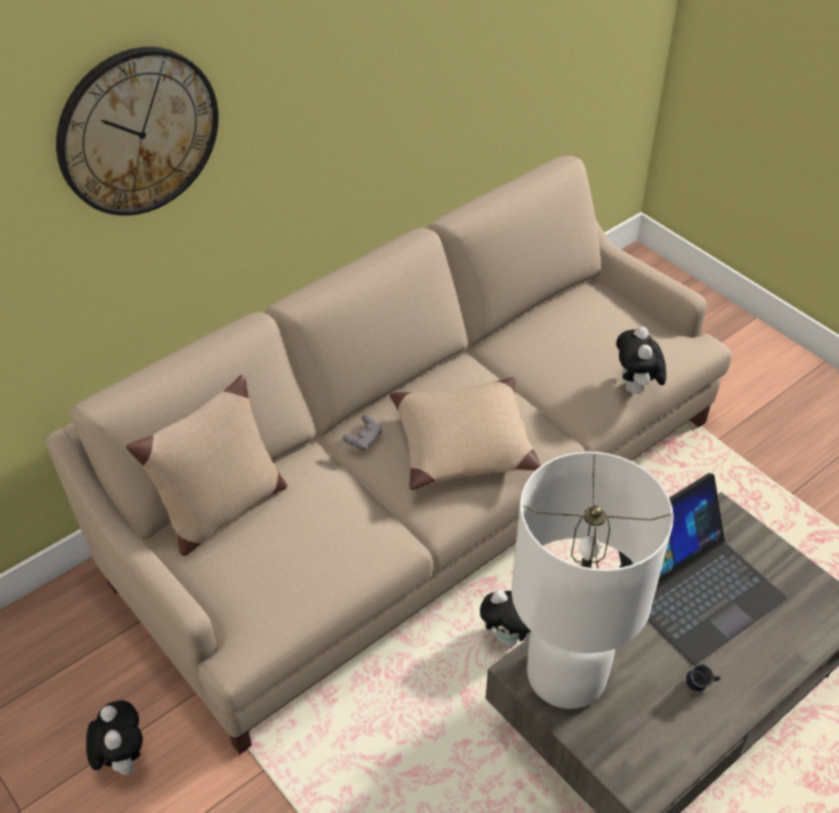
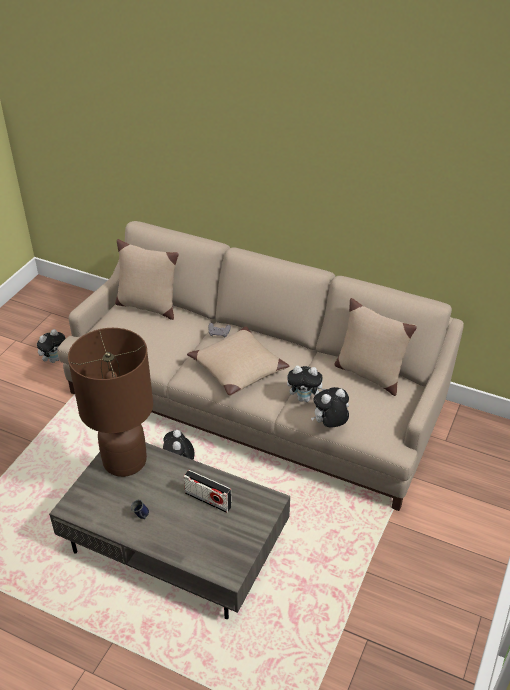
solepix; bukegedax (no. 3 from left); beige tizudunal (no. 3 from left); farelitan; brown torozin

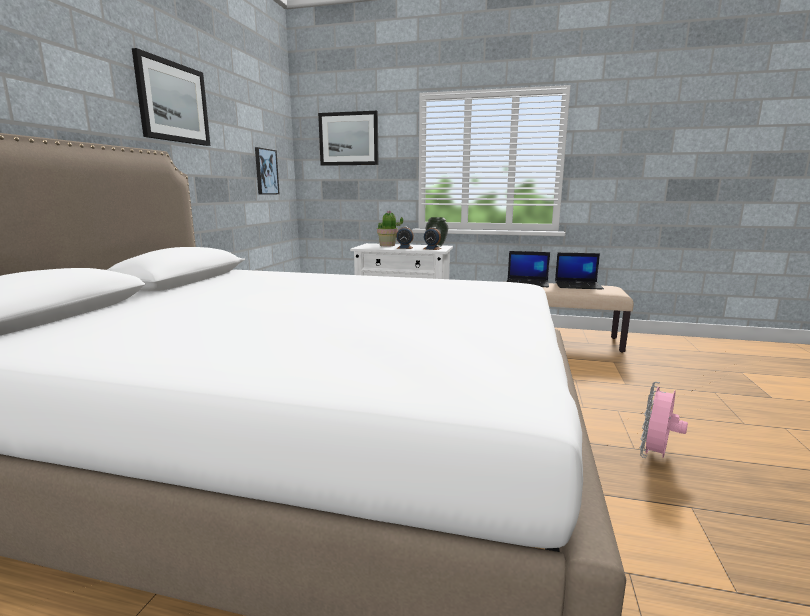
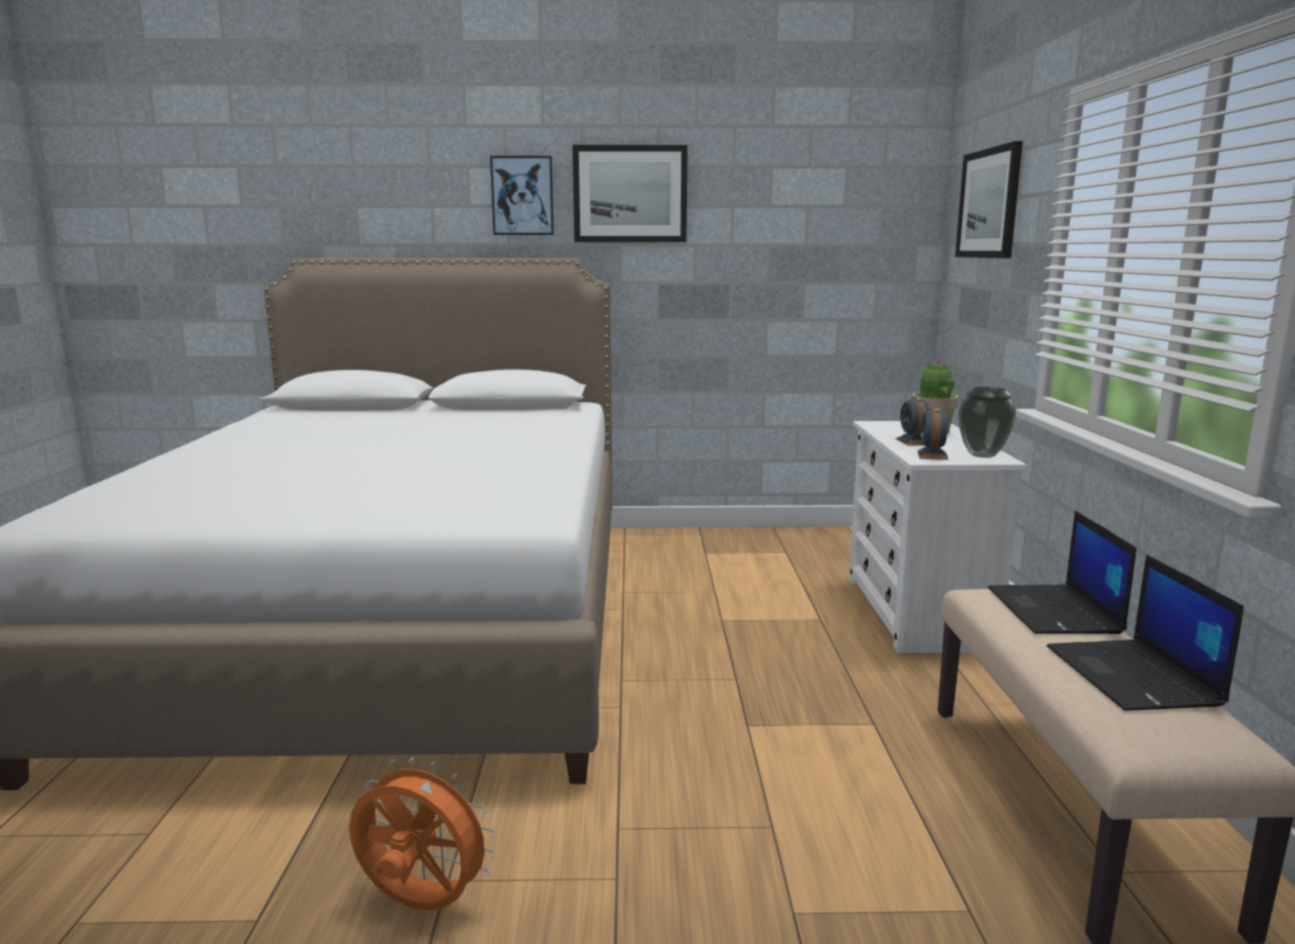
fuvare (no. 1 from left); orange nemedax

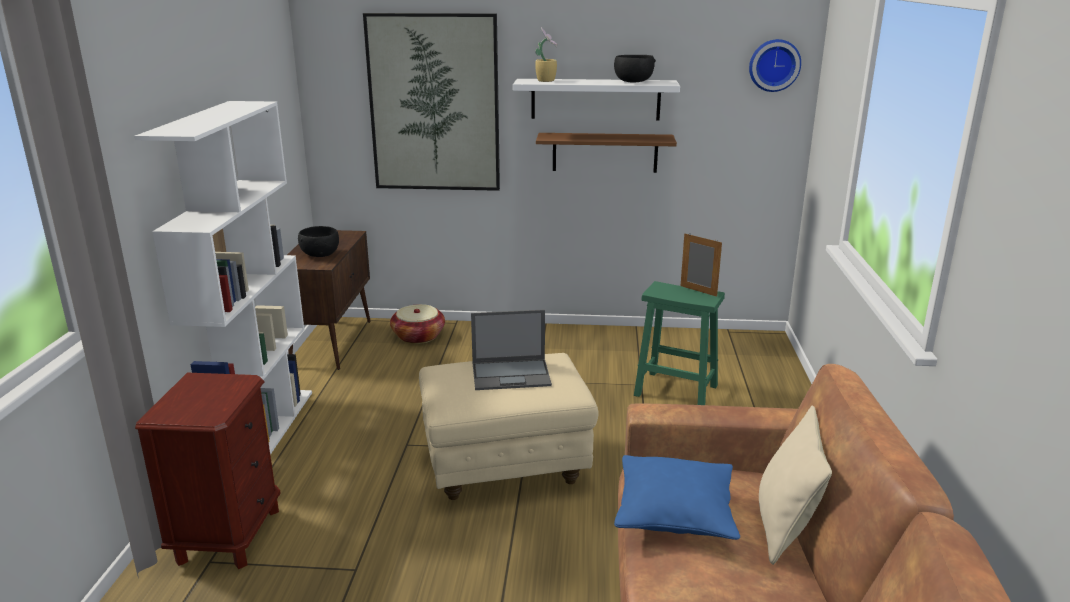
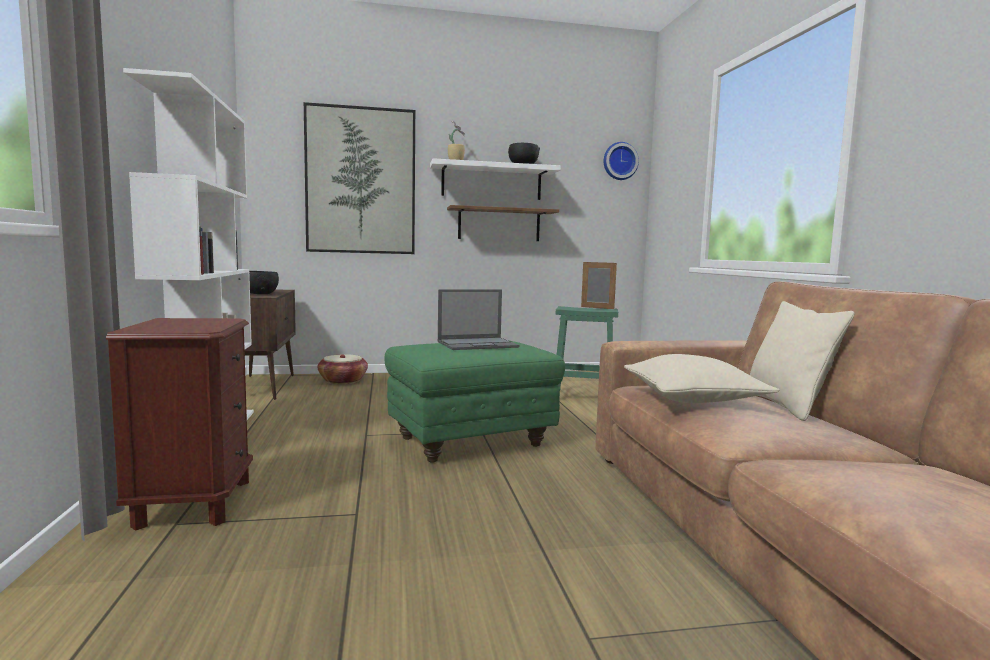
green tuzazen; beige tizudunal (no. 1 from left)

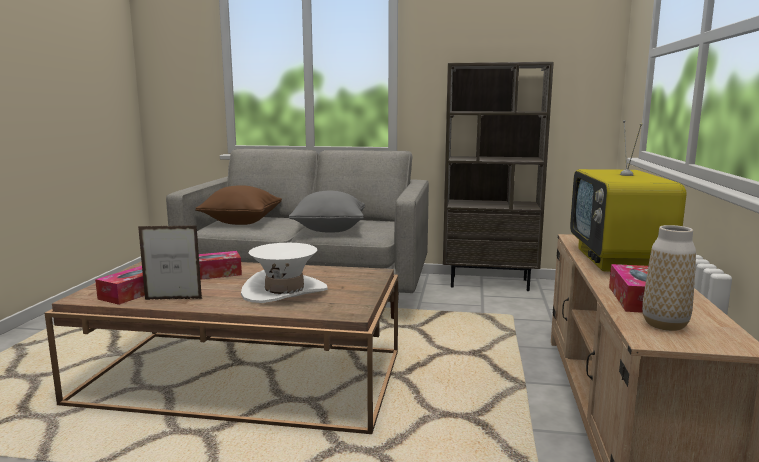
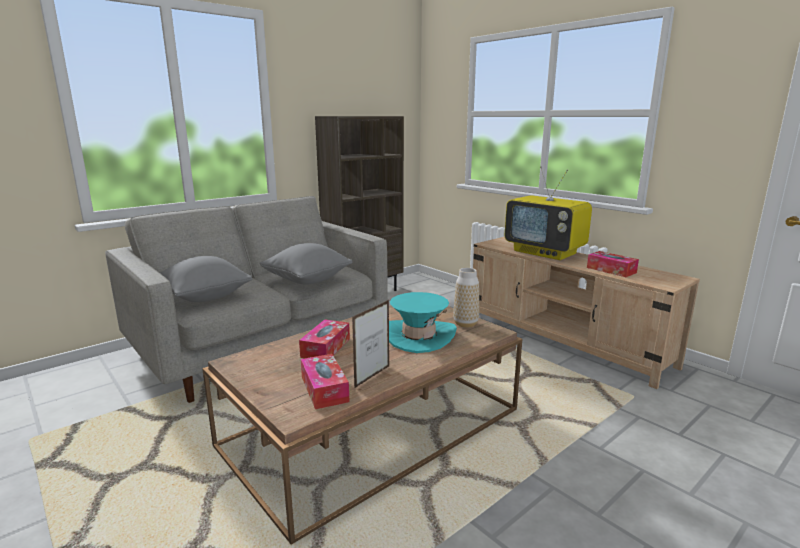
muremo; grey tizudunal (no. 1 from left); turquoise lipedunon

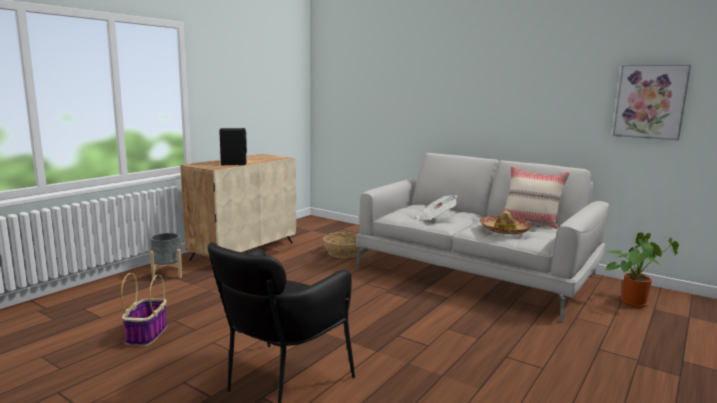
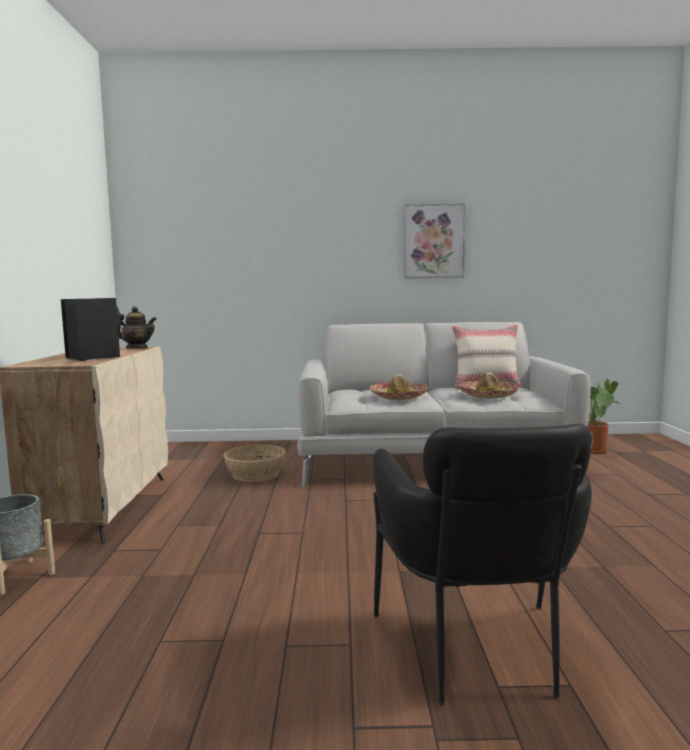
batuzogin (no. 1 from left in the first image); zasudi; fuvare; lipedunon (no. 1 from left)

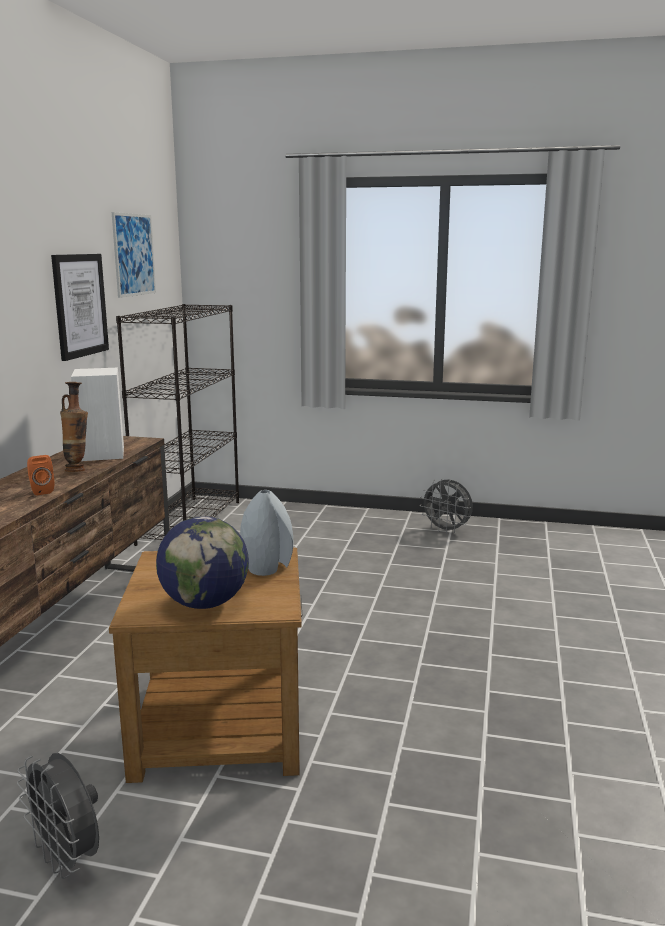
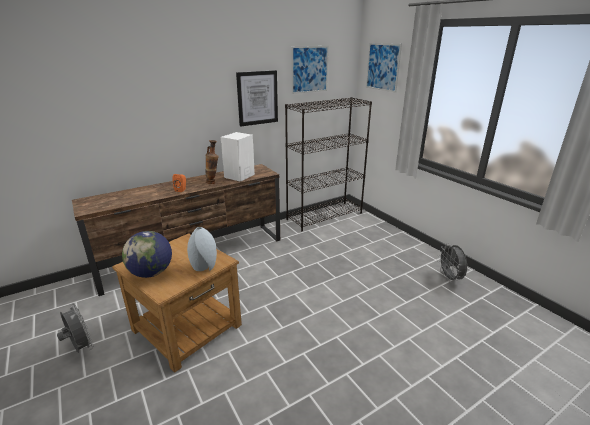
fuvare (no. 3 from left); grey nemedax (no. 1 from left)

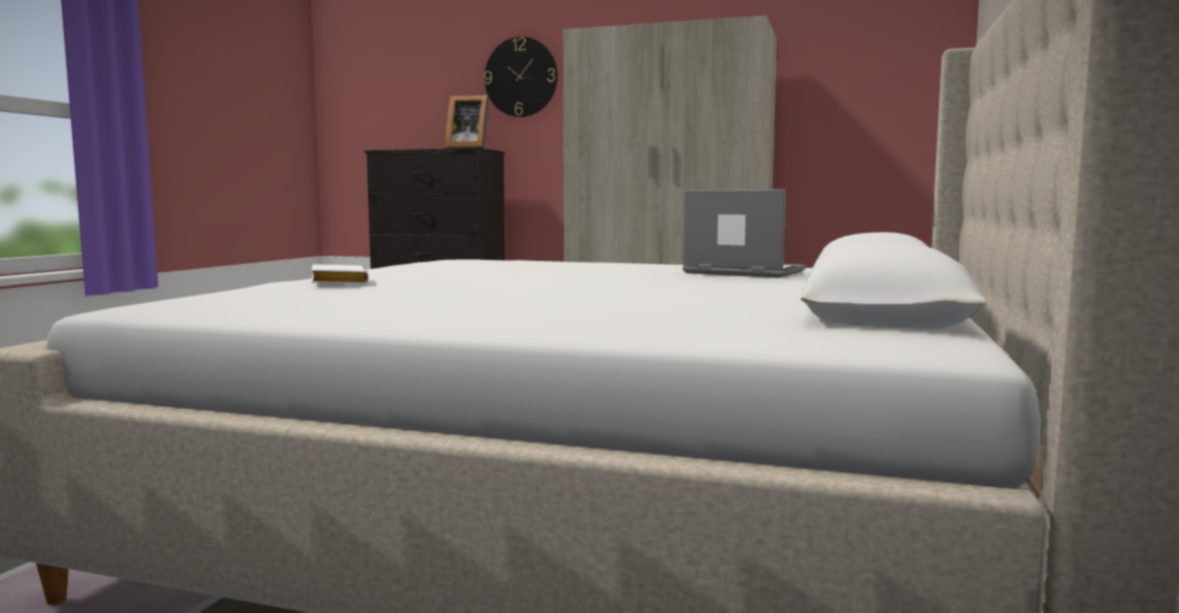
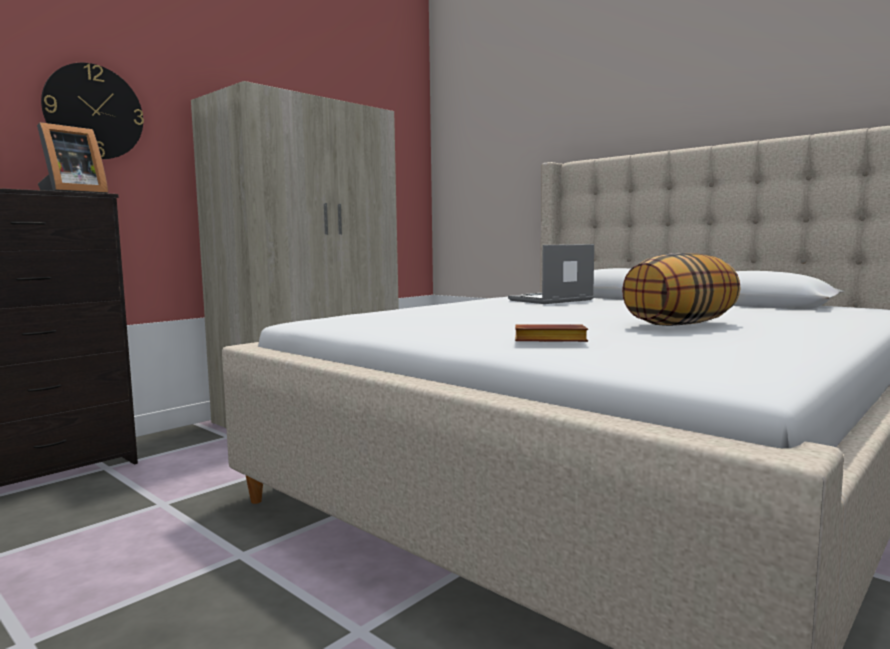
tizudunal; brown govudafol

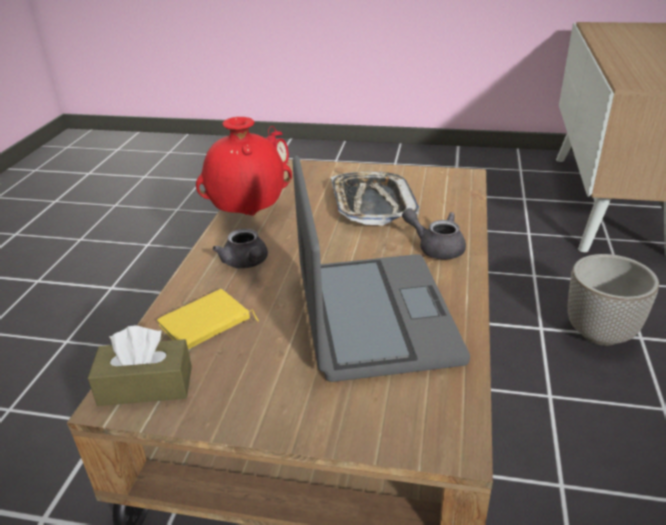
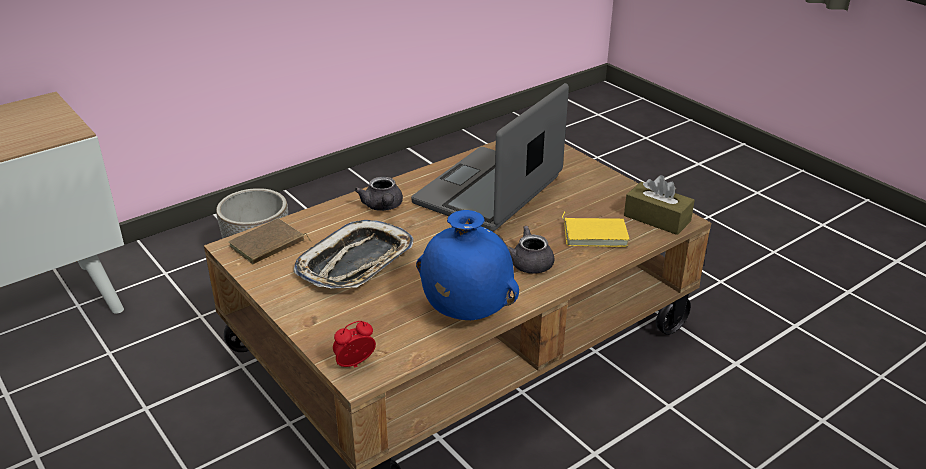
brown govudafol; blue muremo; grey zasudi (no. 2 from left)

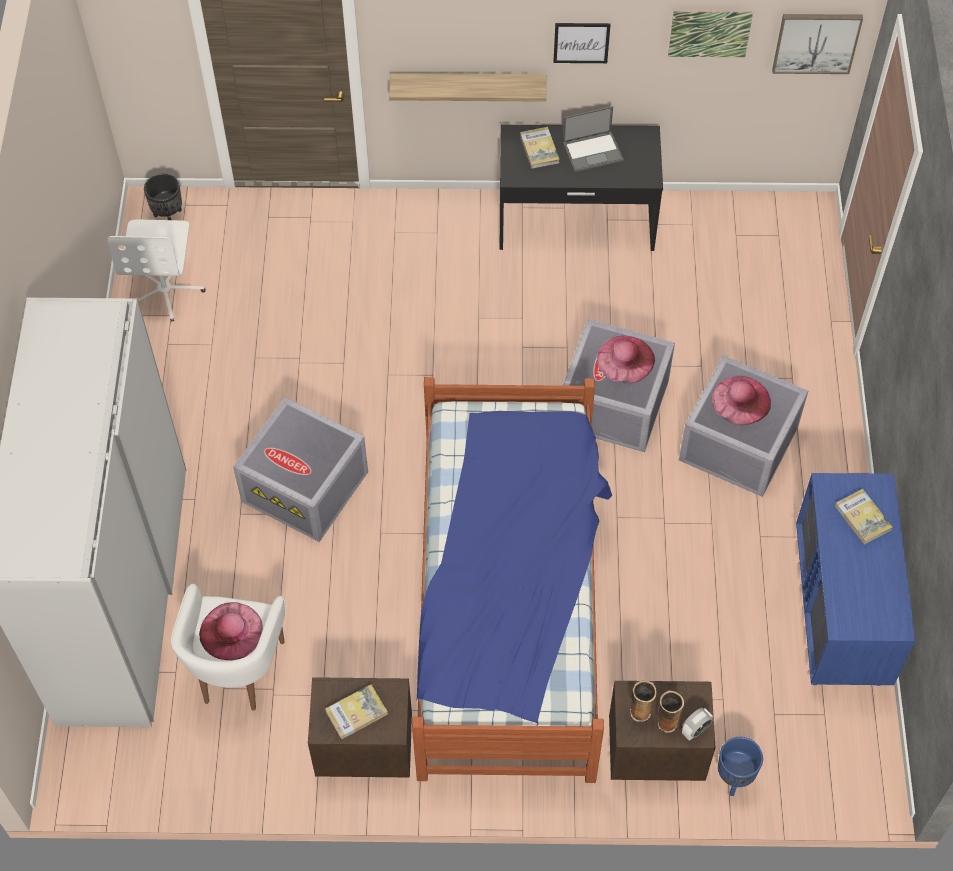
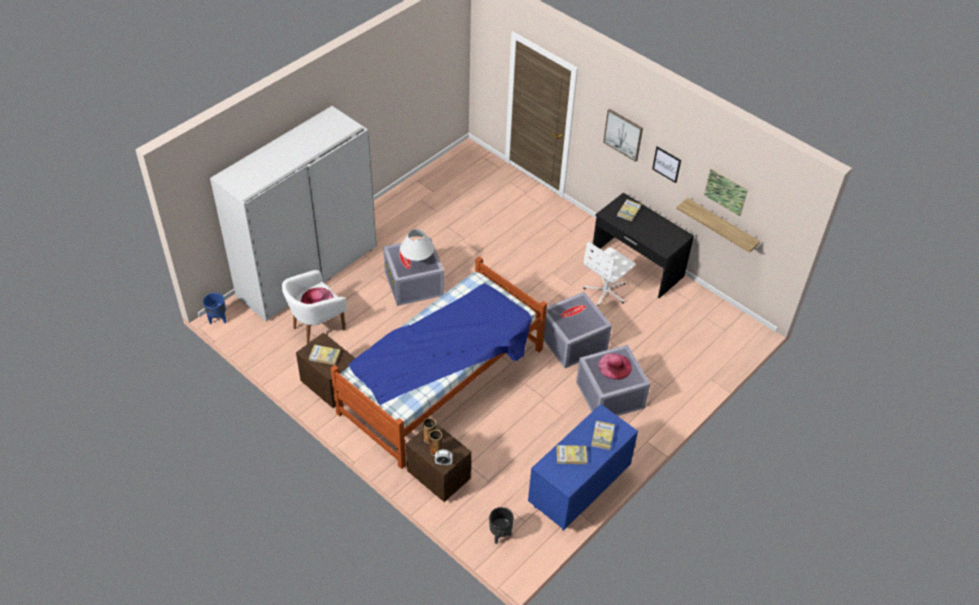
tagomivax; pink lipedunon (no. 2 from left in the first image); white torozin; govudafol (no. 2 from left); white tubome; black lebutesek; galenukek; blue lebutesek; fuvare (no. 1 from left)

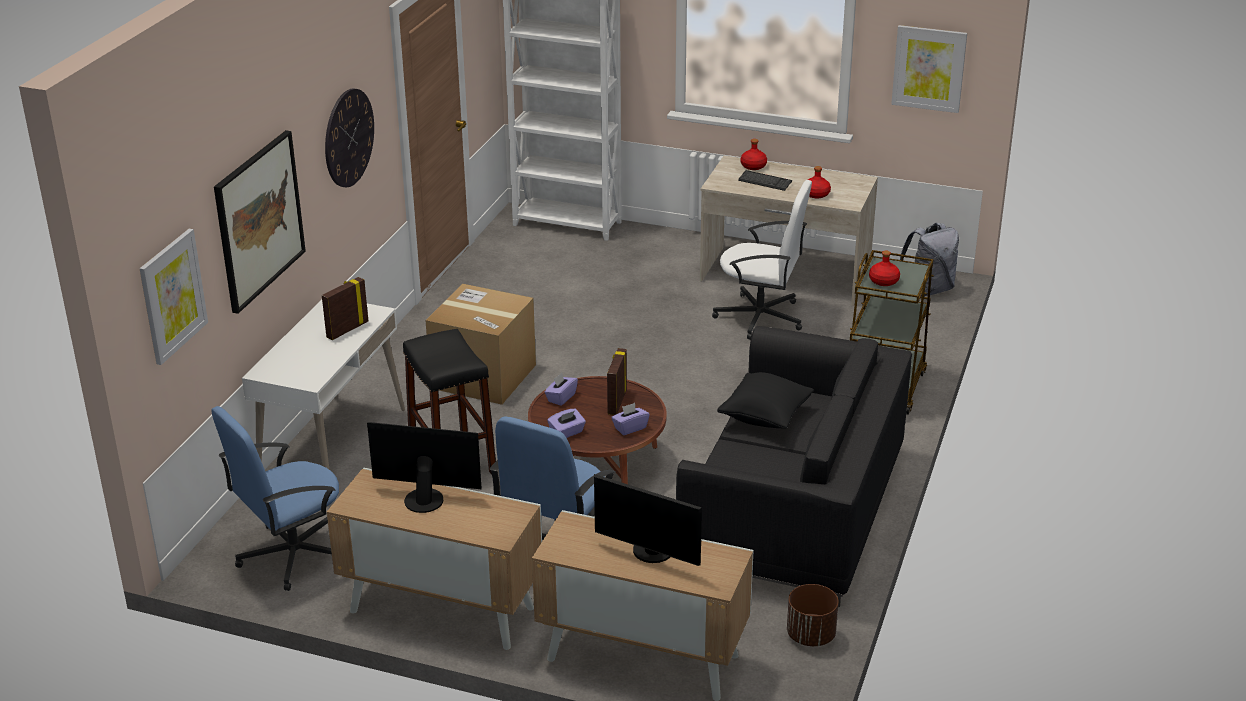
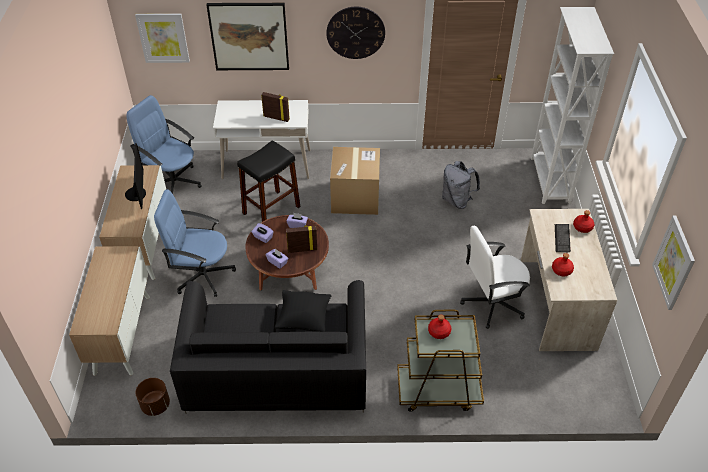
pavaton (no. 2 from left in the first image); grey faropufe; white tubome

